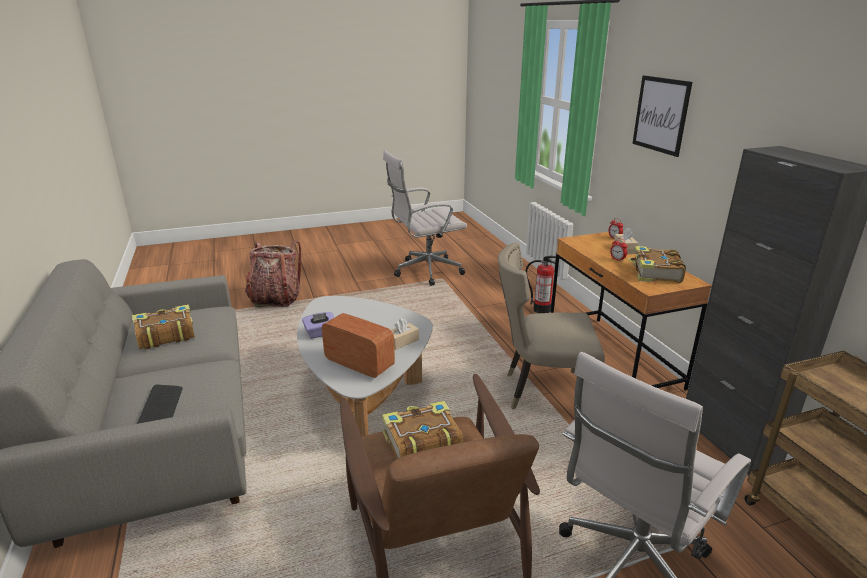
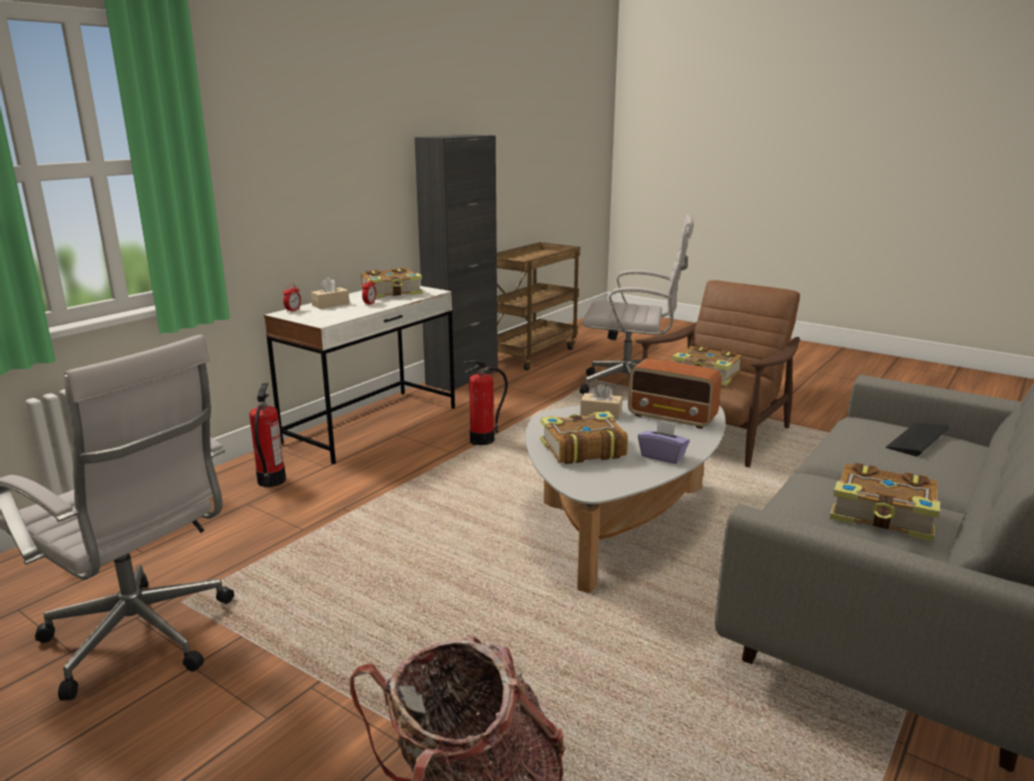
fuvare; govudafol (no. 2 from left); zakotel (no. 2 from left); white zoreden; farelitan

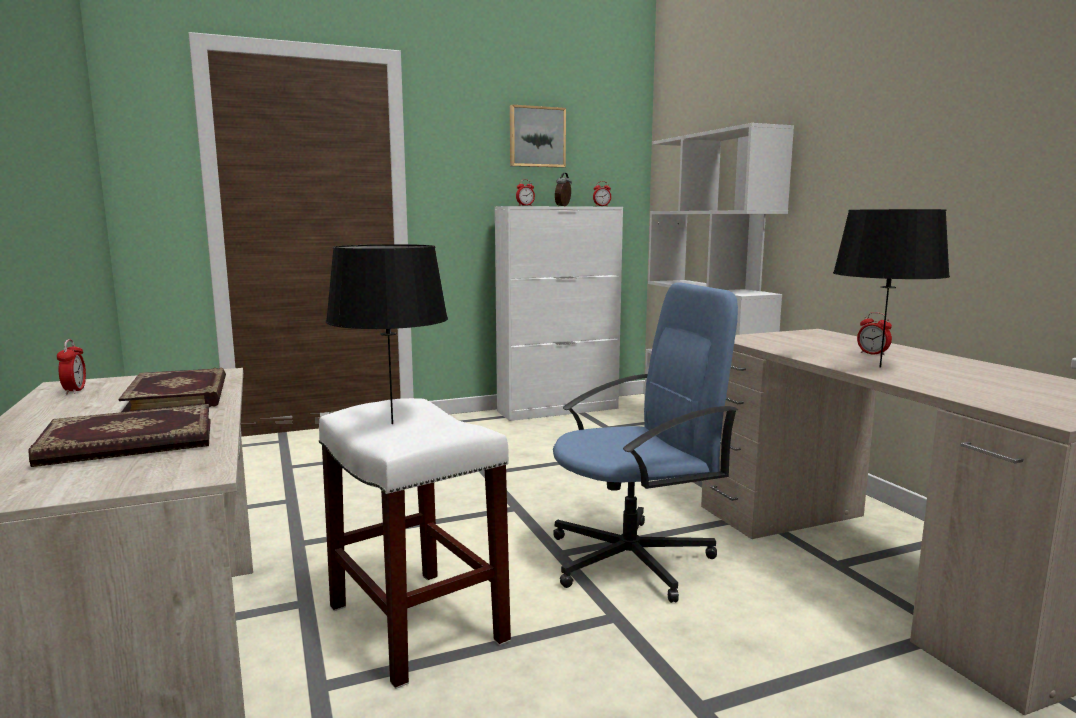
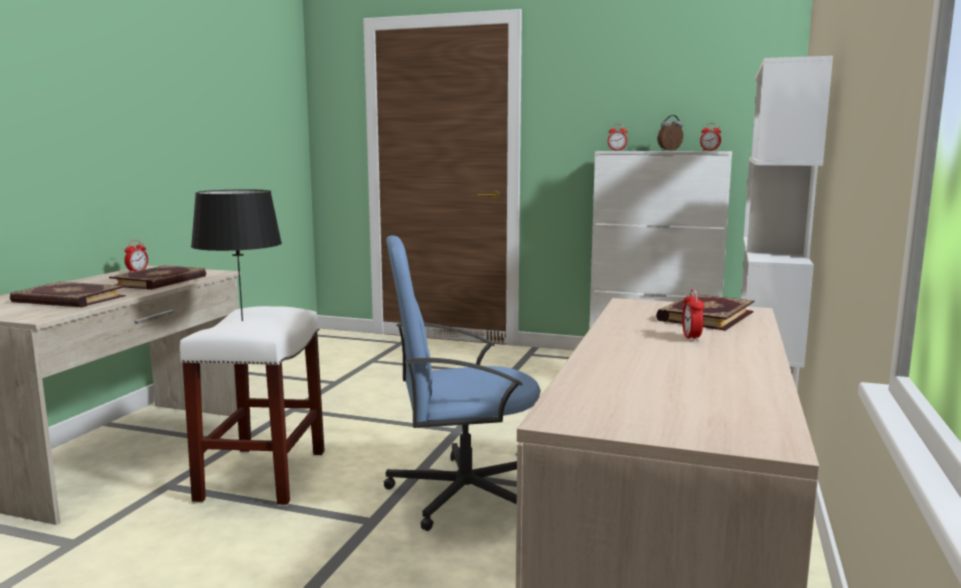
fuvare; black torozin (no. 2 from left in the first image); govudafol (no. 3 from left); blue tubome

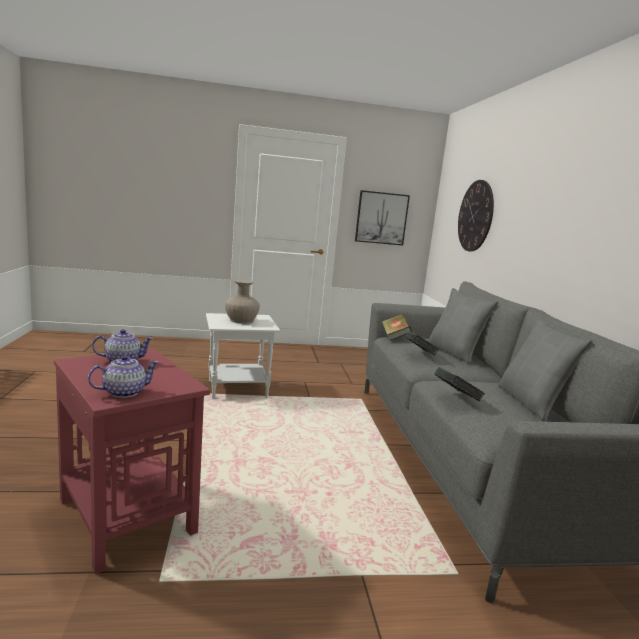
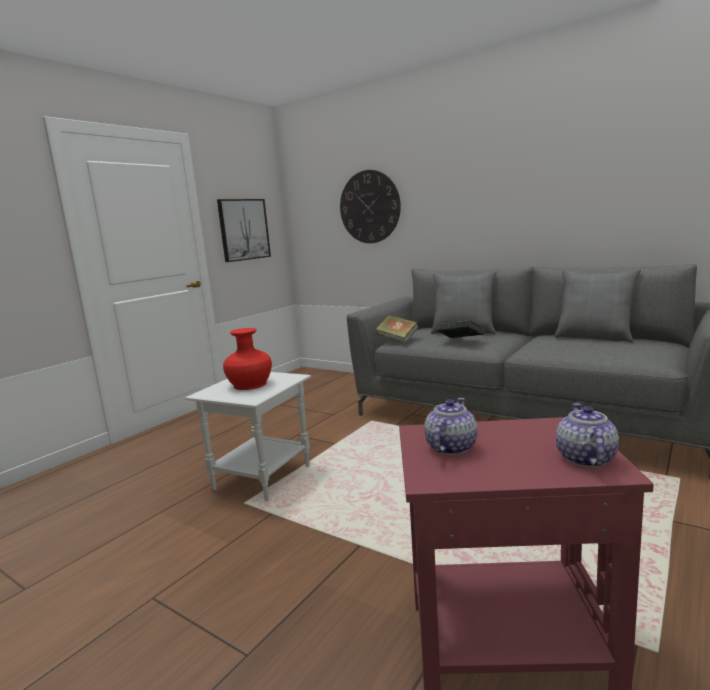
govudafol (no. 3 from left in the first image); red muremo

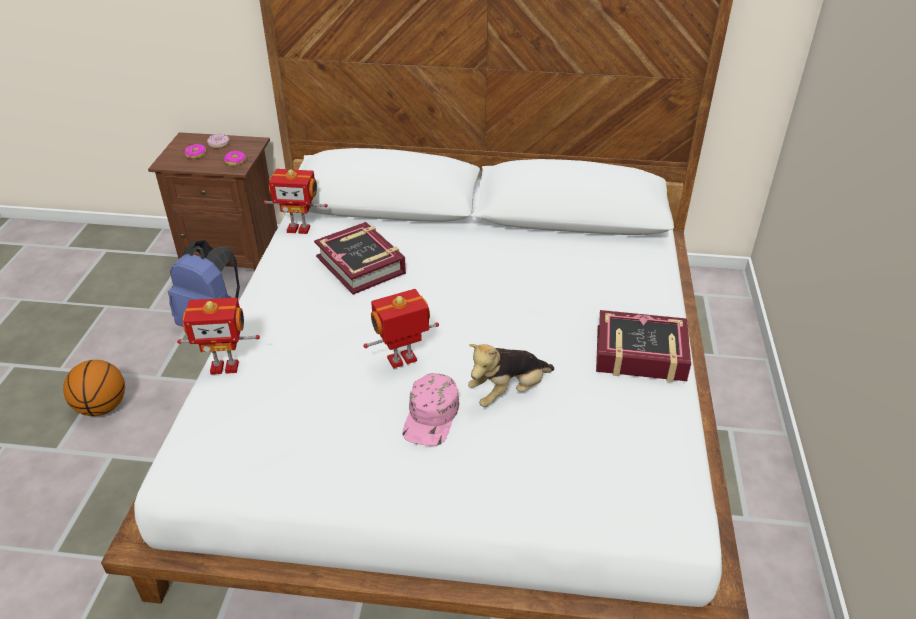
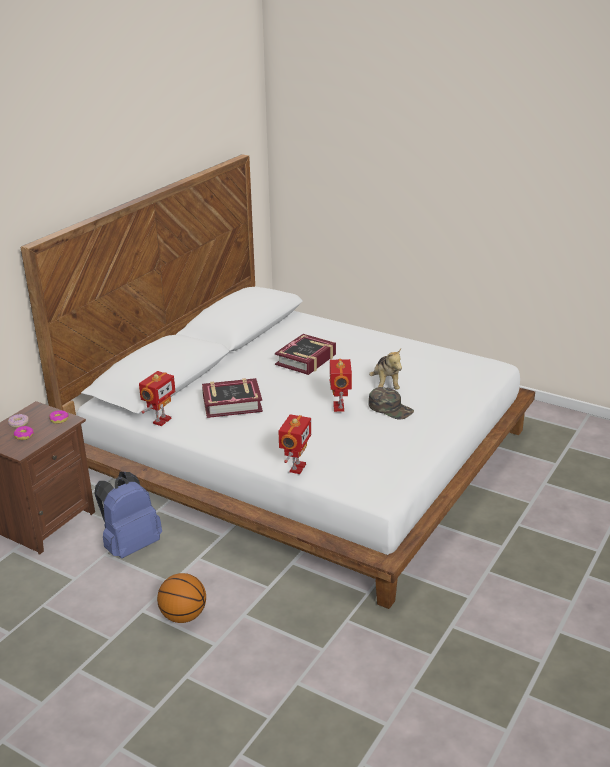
govudafol (no. 2 from left); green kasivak

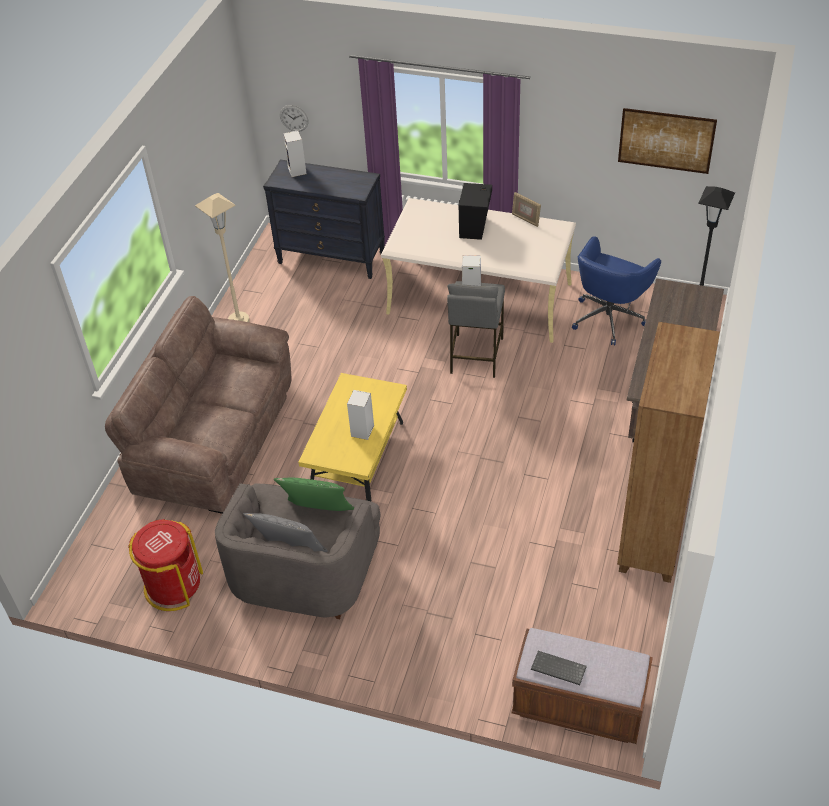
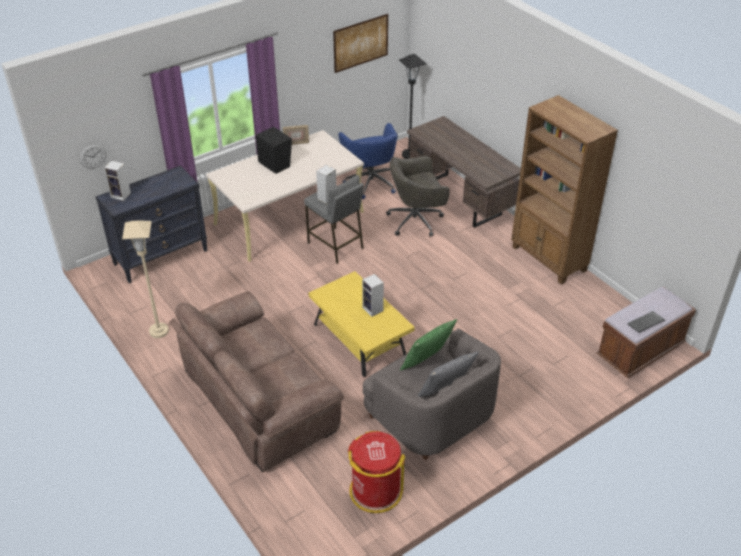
grey tubome

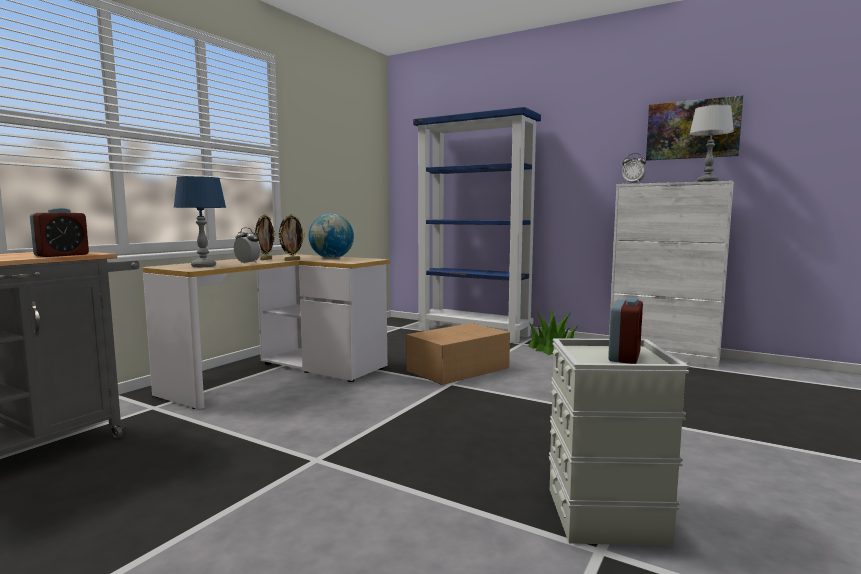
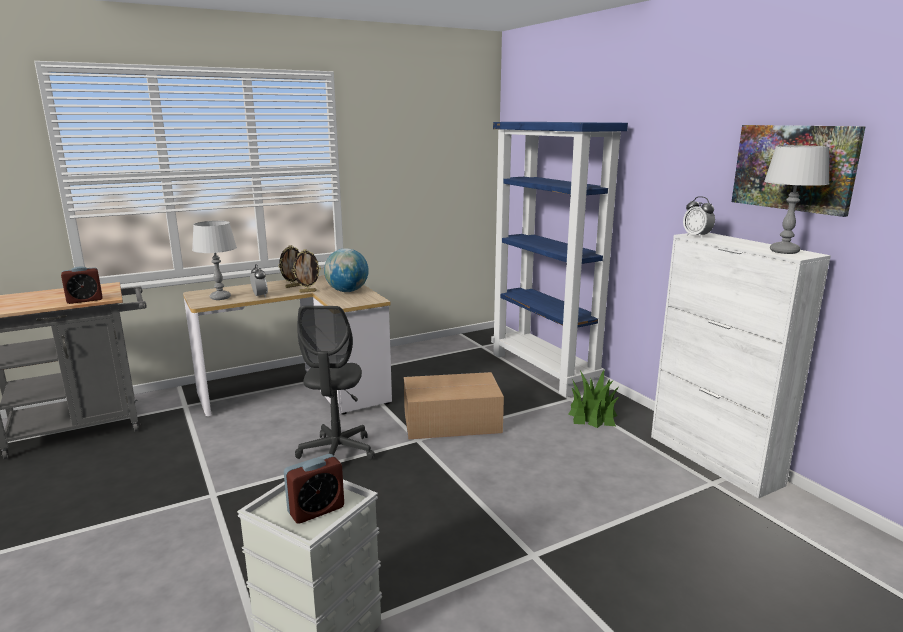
grey tubome; grey torozin (no. 1 from left)

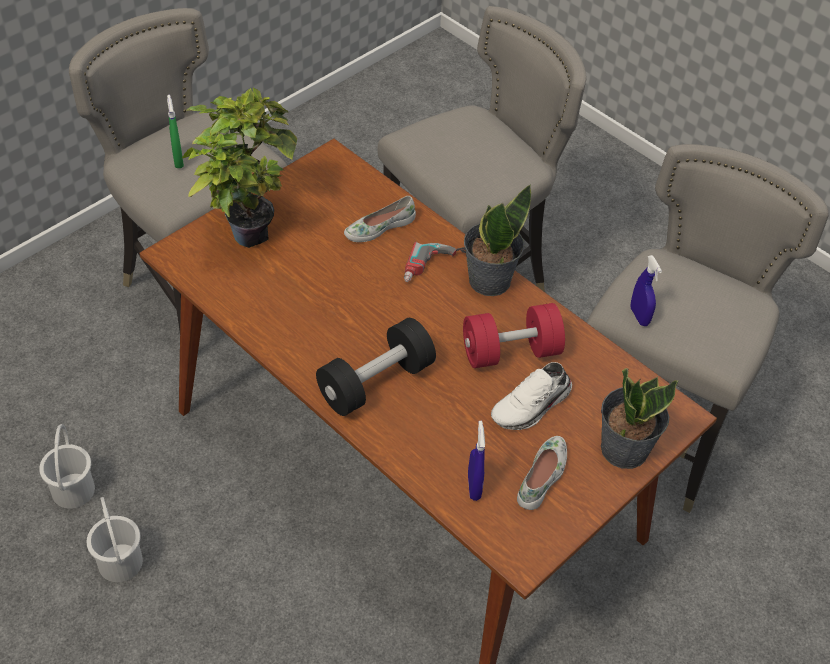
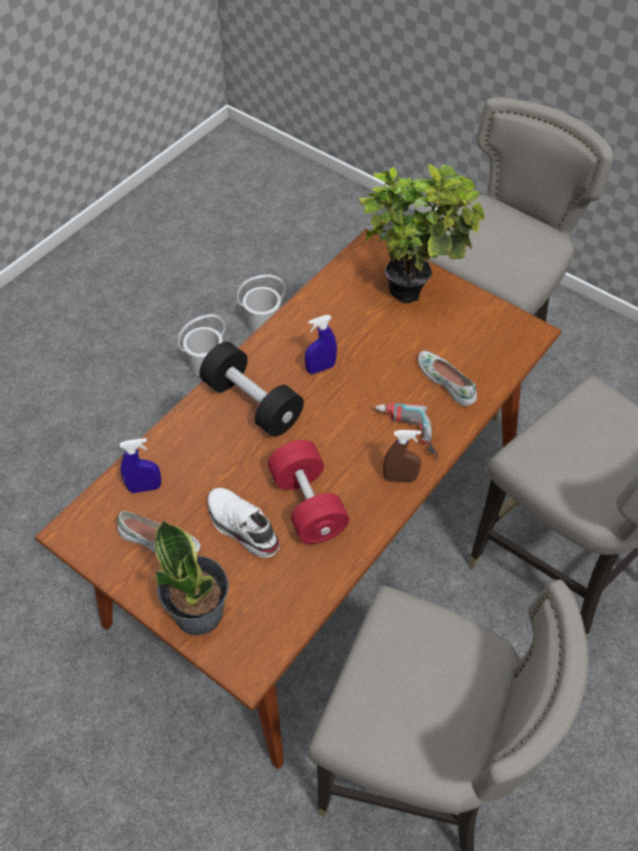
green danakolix; blue danakolix (no. 2 from left); brown danakolix

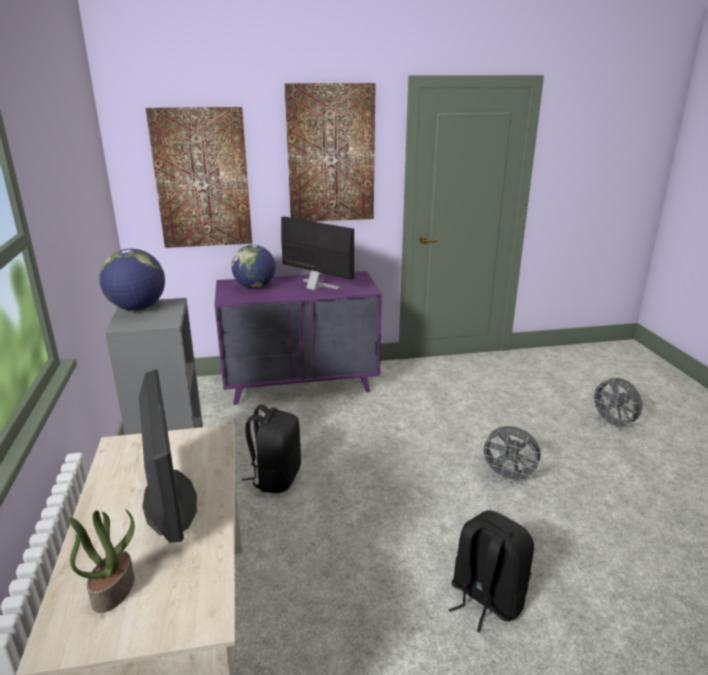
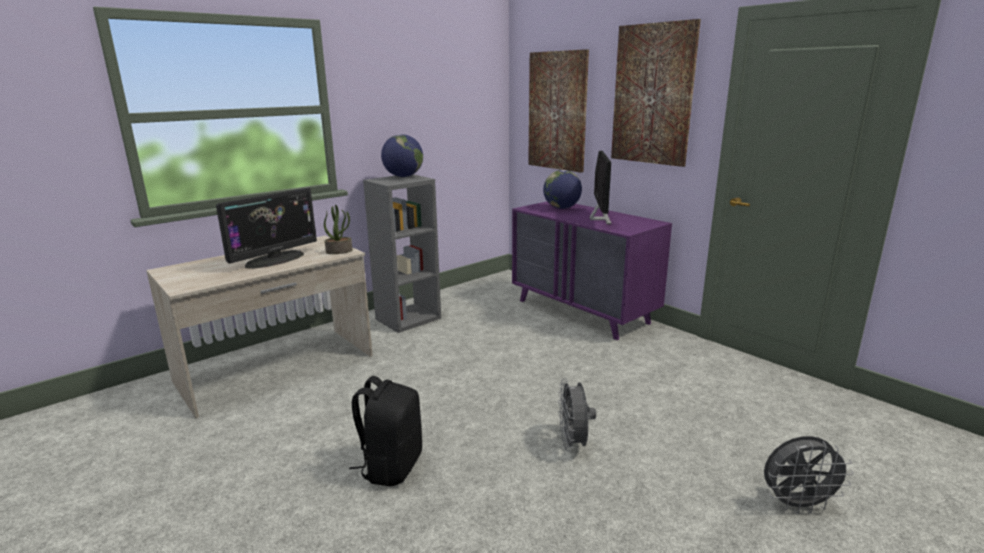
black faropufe (no. 1 from left in the first image); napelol; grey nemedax (no. 2 from left)

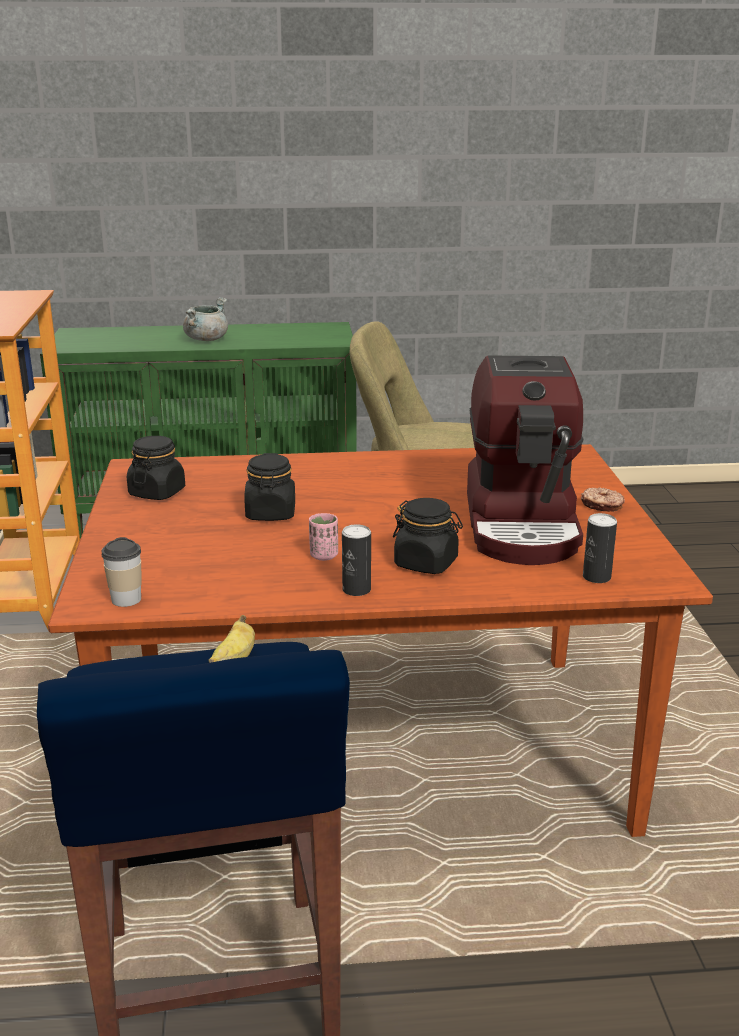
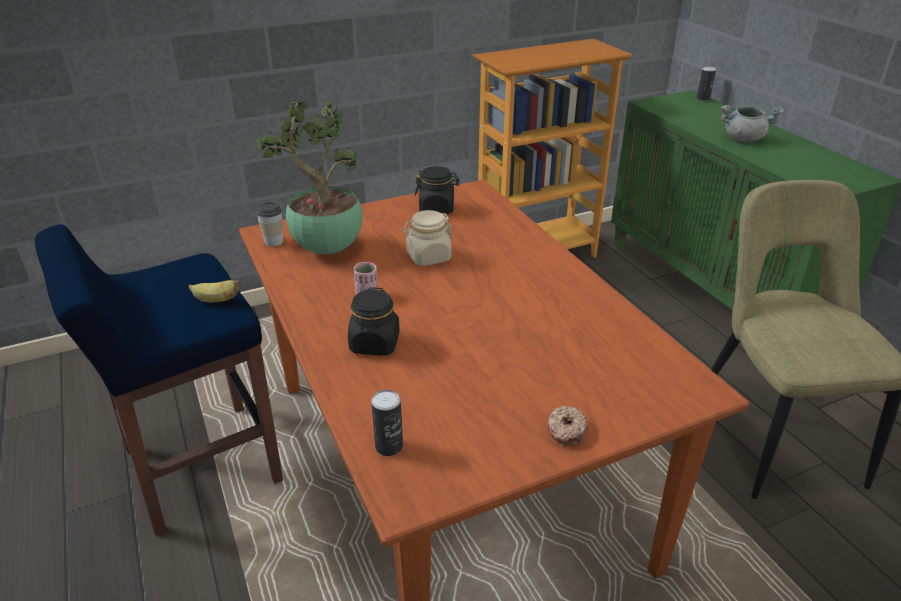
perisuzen; napelol; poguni (no. 2 from left); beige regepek

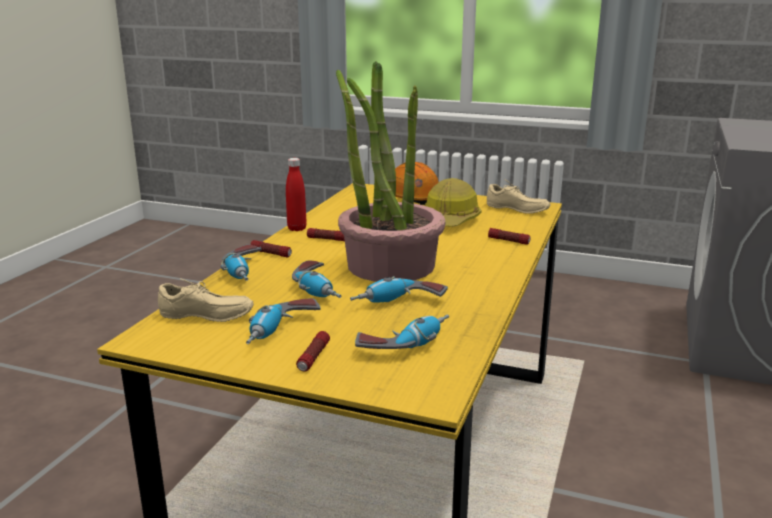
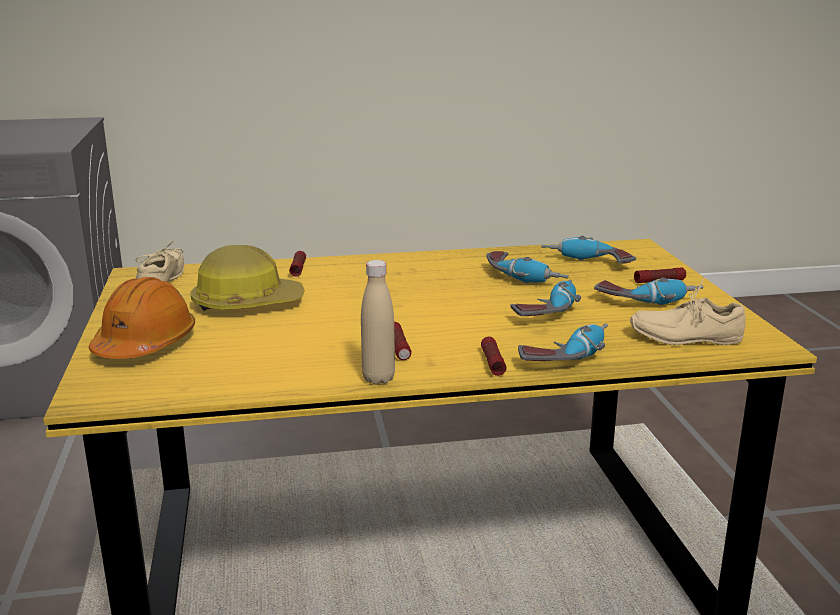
napelol; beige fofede; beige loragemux (no. 2 from left)

